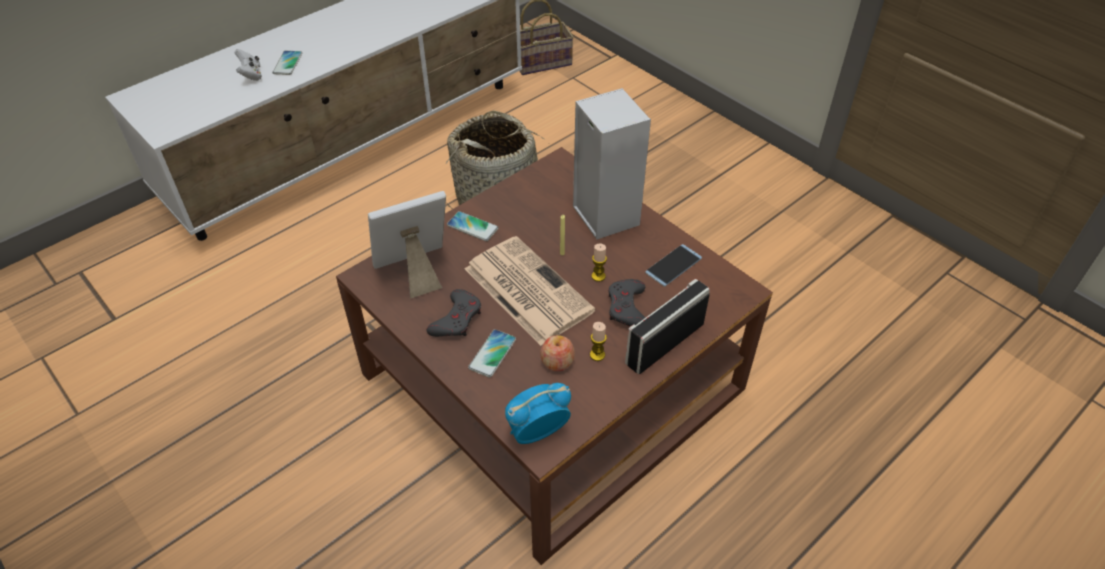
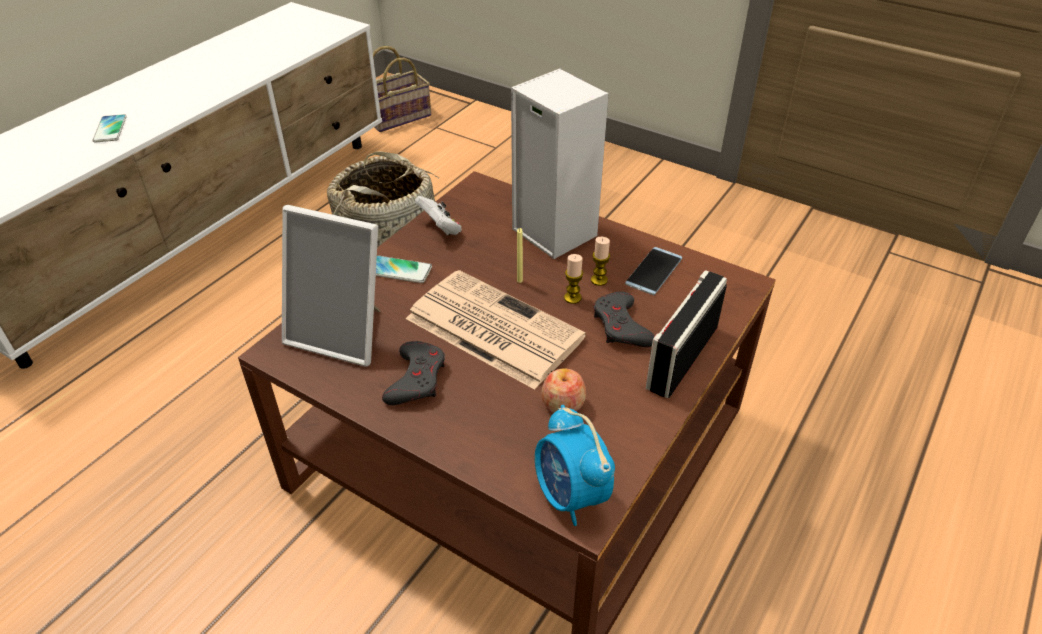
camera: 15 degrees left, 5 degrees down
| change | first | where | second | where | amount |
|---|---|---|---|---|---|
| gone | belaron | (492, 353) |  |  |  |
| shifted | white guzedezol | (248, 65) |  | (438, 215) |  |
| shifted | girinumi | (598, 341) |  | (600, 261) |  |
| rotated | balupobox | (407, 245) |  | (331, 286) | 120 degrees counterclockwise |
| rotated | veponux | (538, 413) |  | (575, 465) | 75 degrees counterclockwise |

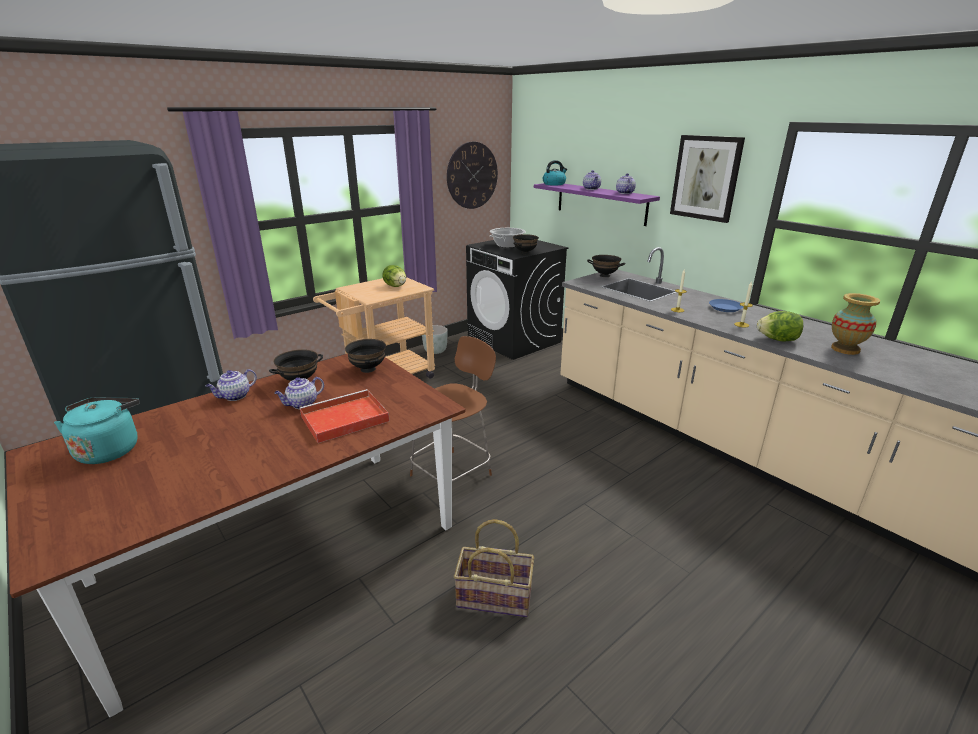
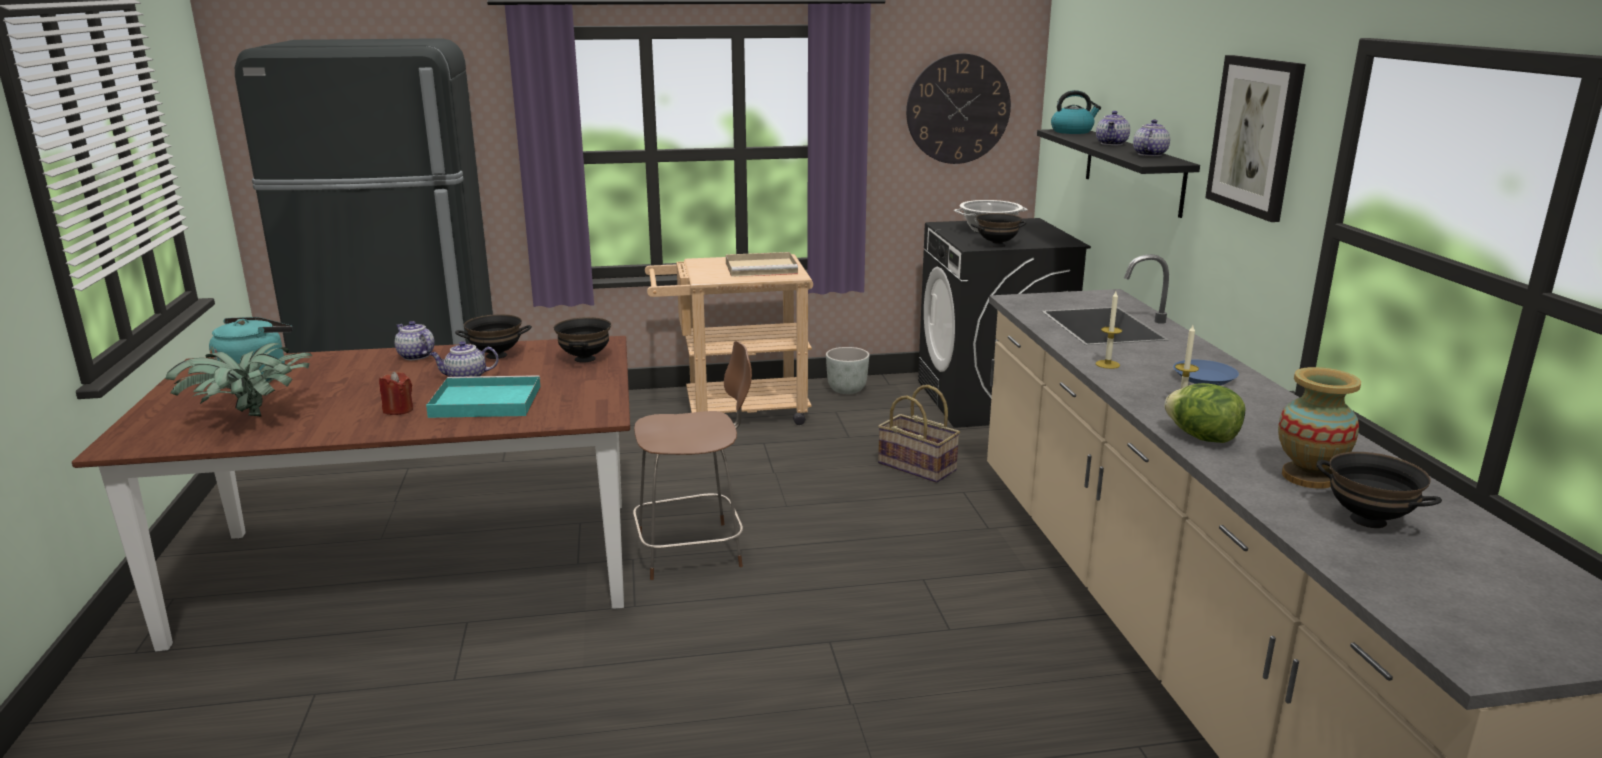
camera: 30 degrees right, 5 degrees down
| change | first | where | second | where | amount |
|---|---|---|---|---|---|
| new |  |  | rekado | (238, 380) |  |
| new |  |  | red girinumi | (396, 393) |  |
| shifted | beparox | (494, 568) |  | (919, 434) |  |
| shifted | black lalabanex | (606, 266) |  | (1379, 490) |  |
| swapped | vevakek | (394, 276) | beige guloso | (762, 264) |  |
| repainted | red guloso | (344, 416) | turquoise guloso | (483, 396) |  |
| repainted | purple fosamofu | (597, 204) | black fosamofu | (1118, 173) |  |
| rotated | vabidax | (231, 385) |  | (415, 340) | 60 degrees clockwise |

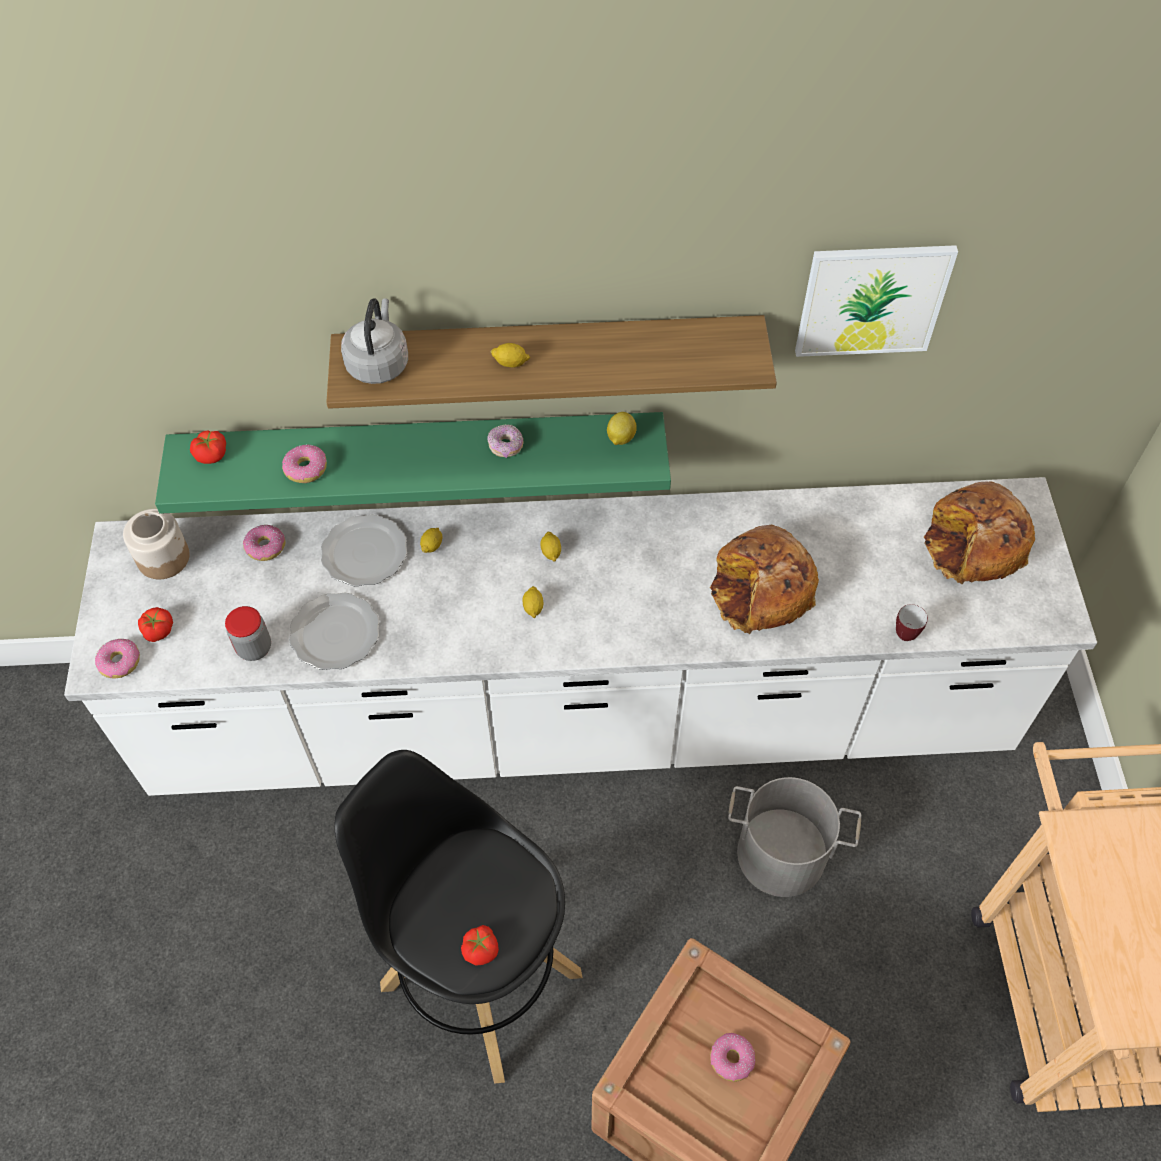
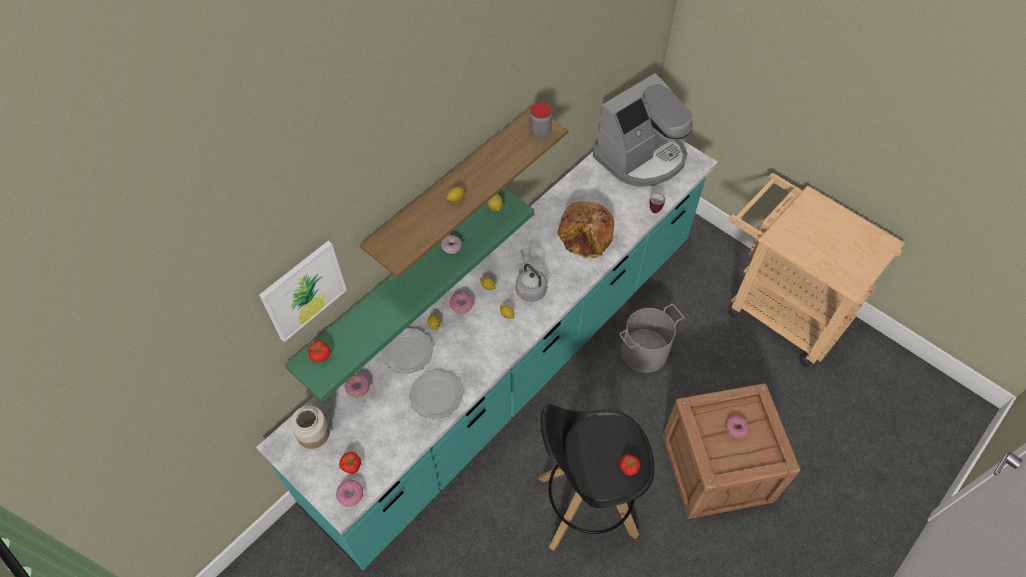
camera: 45 degrees left, 0 degrees up
| change | first | where | second | where | amount |
|---|---|---|---|---|---|
| shifted | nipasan | (248, 633) |  | (540, 120) |  |
| shifted | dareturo | (304, 464) |  | (461, 303) |  |
| shifted | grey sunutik | (374, 341) |  | (531, 282) |  |
| shifted | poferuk | (876, 301) |  | (303, 291) |  |
| swapped | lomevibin | (979, 532) | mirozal | (643, 130) |  |
| repainted | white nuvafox | (580, 636) | turquoise nuvafox | (487, 354) |  |

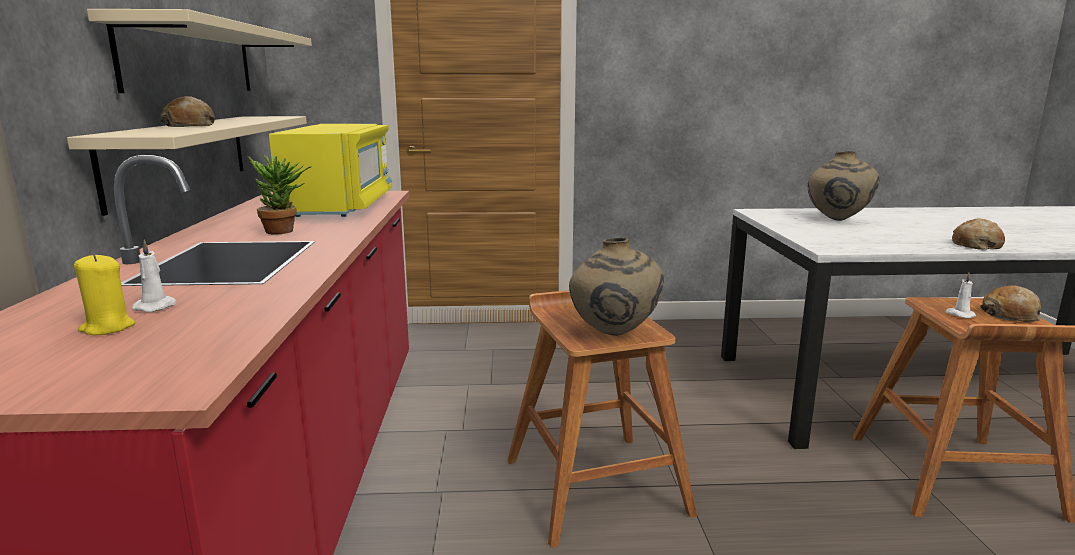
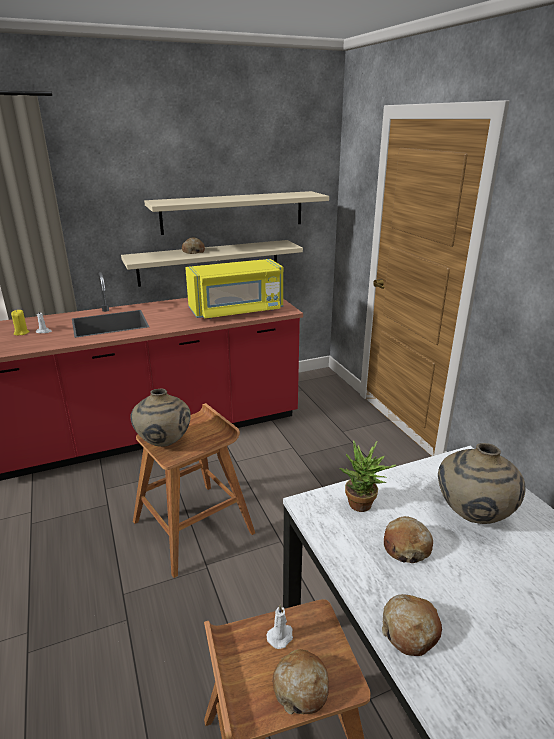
camera: 70 degrees right, 10 degrees up
| change | first | where | second | where | amount |
|---|---|---|---|---|---|
| new |  |  | lomevibin | (408, 539) |  |
| shifted | rekado | (280, 195) |  | (368, 476) |  |

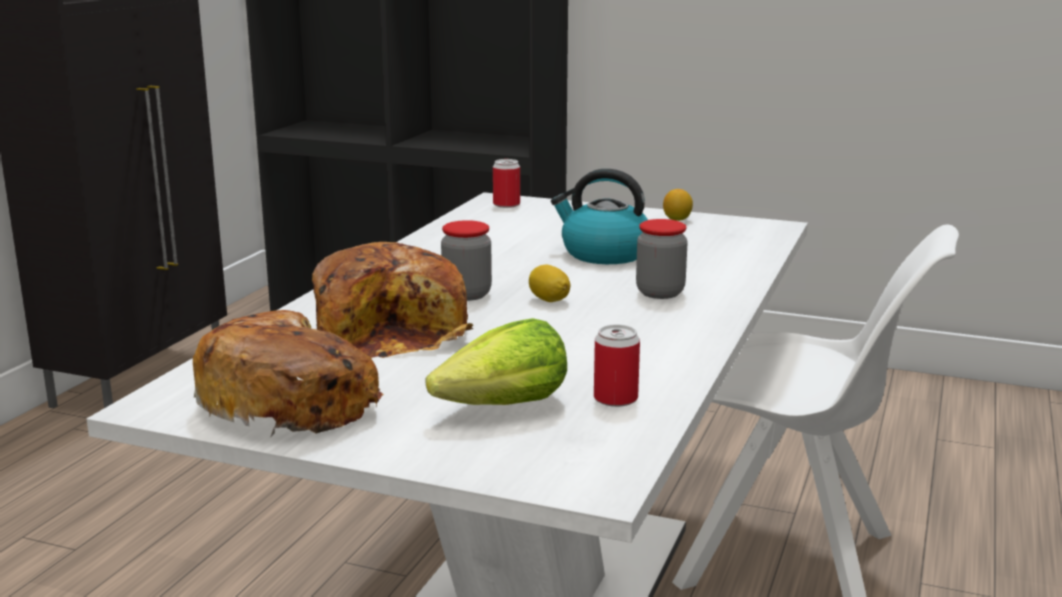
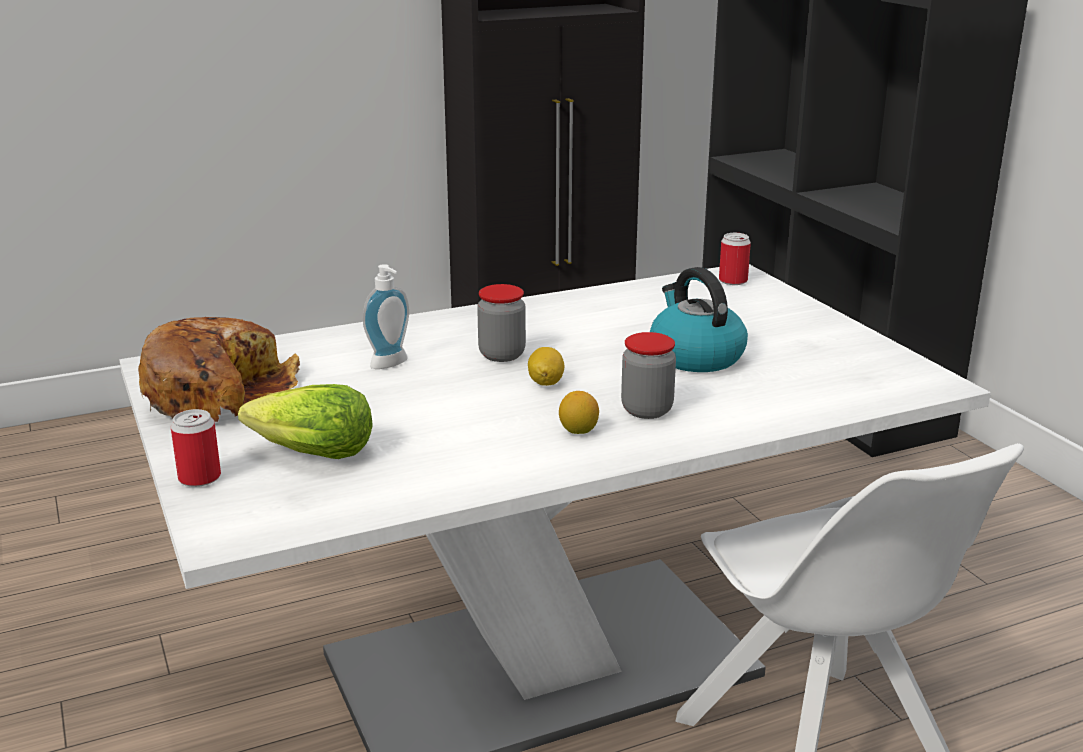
camera: 45 degrees right, 5 degrees up
| change | first | where | second | where | amount |
|---|---|---|---|---|---|
| shifted | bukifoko | (617, 366) |  | (196, 448) |  |
| shifted | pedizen | (678, 205) |  | (579, 412) |  |
| swapped | lomevibin | (392, 300) | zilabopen | (386, 316) |  |

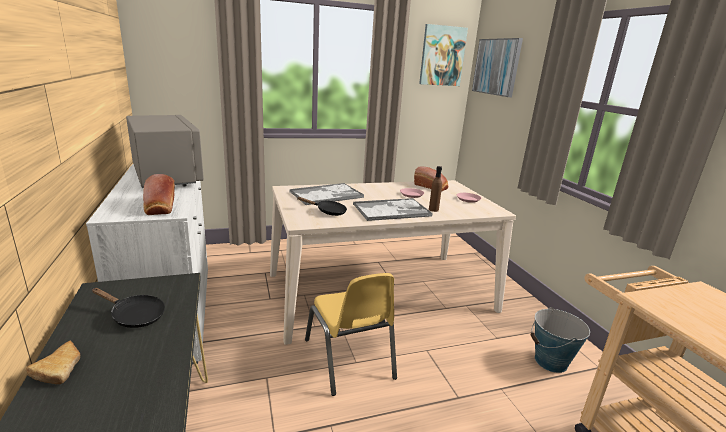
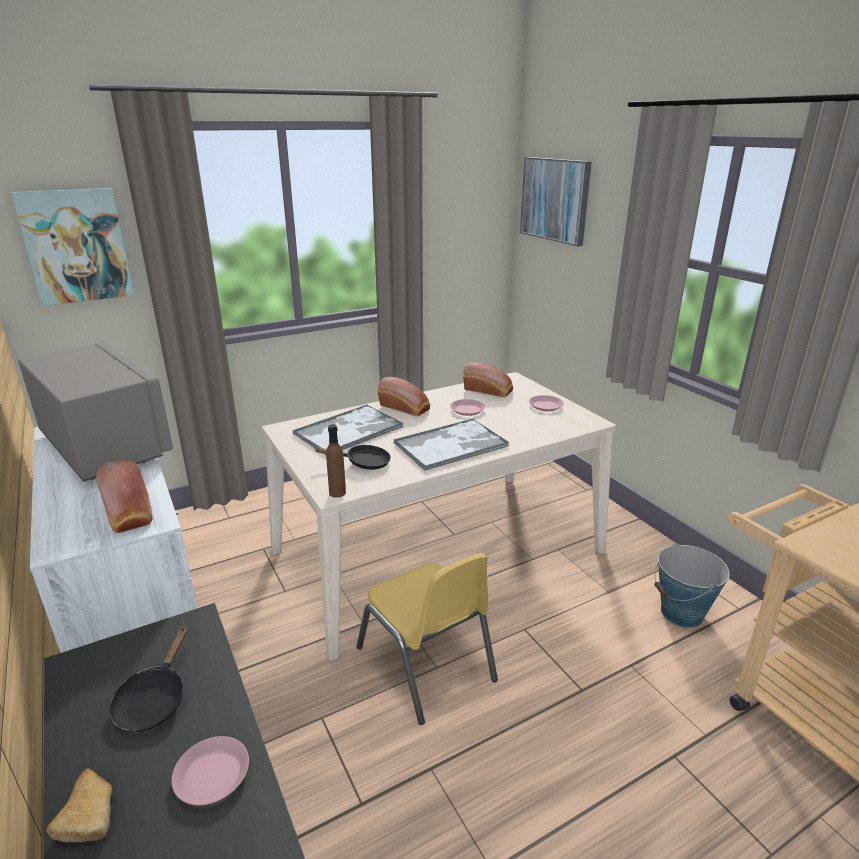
camera: 10 degrees left, 5 degrees up
| change | first | where | second | where | amount |
|---|---|---|---|---|---|
| new |  |  | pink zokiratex | (210, 770) |  |
| new |  |  | lomevibin | (404, 396) |  |
| shifted | poferuk | (443, 55) |  | (73, 247) |  |
| shifted | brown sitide | (435, 189) |  | (336, 461) |  |
| rotated | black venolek | (128, 308) |  | (148, 678) | 90 degrees clockwise |

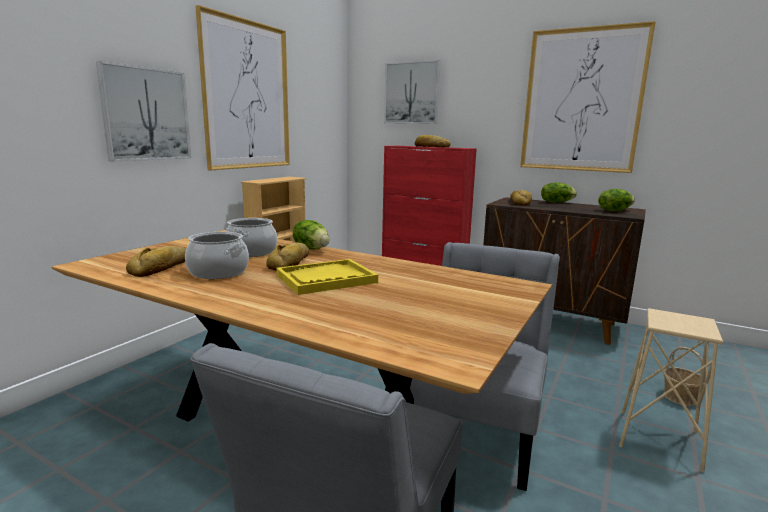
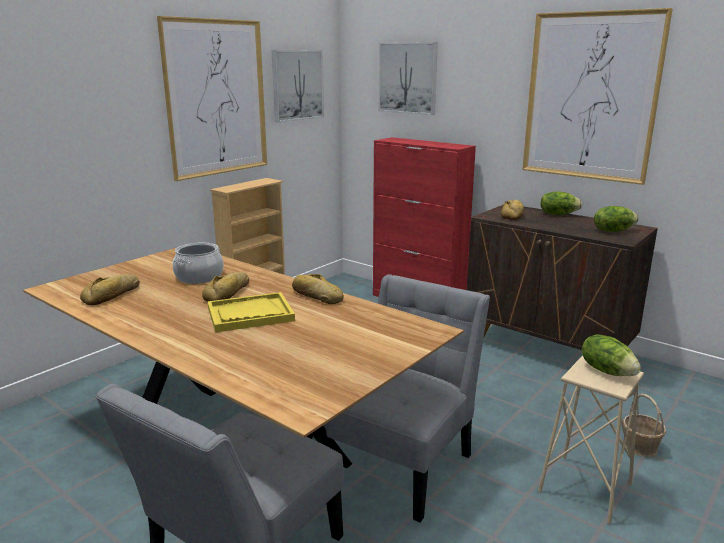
camera: 10 degrees right, 5 degrees up
| change | first | where | second | where | amount |
|---|---|---|---|---|---|
| gone | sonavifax | (217, 255) |  |  |  |
| shifted | poferuk | (143, 111) |  | (298, 86) |  |
| shifted | vevakek | (311, 235) |  | (611, 355) |  |
| shifted | lomevibin | (432, 141) |  | (318, 289) |  |

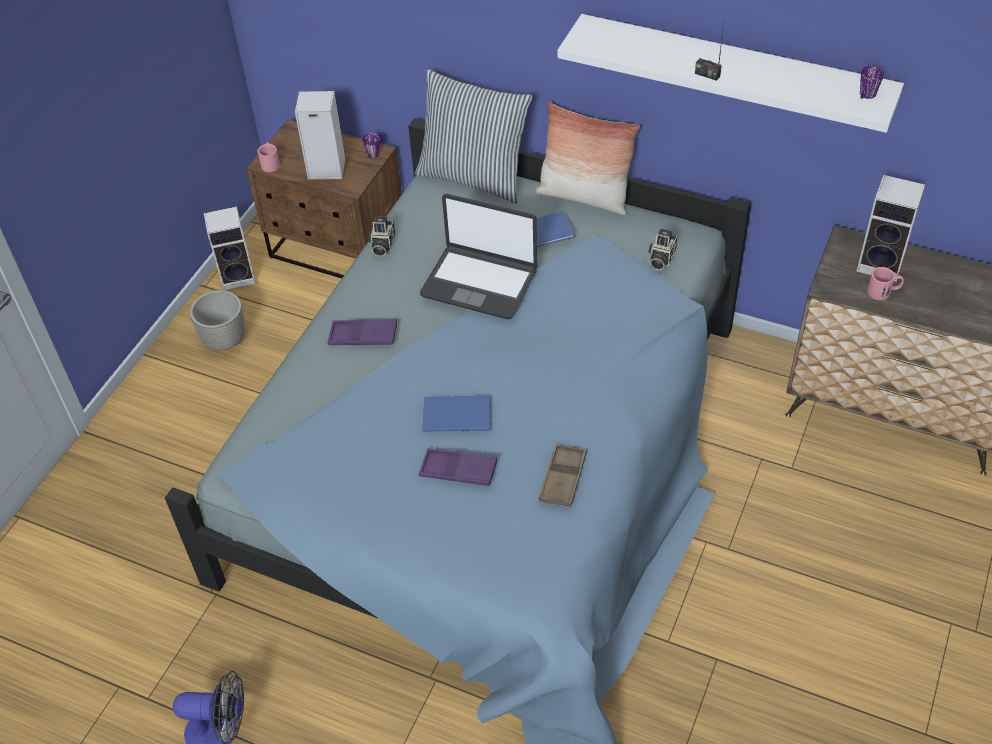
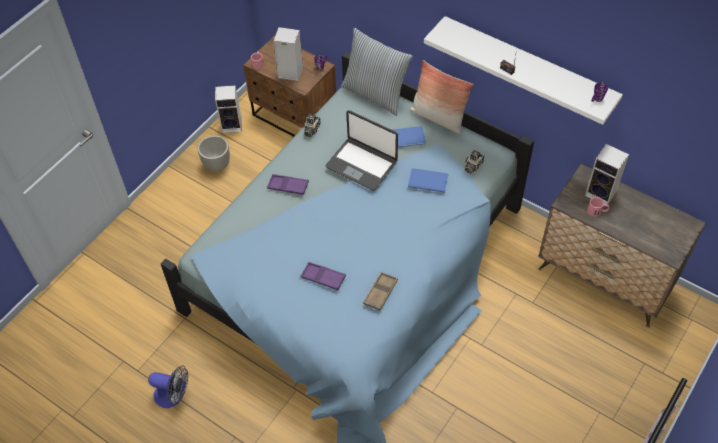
camera: 10 degrees right, 5 degrees up
| change | first | where | second | where | amount |
|---|---|---|---|---|---|
| shifted | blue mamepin | (456, 414) |  | (428, 180) |  |

